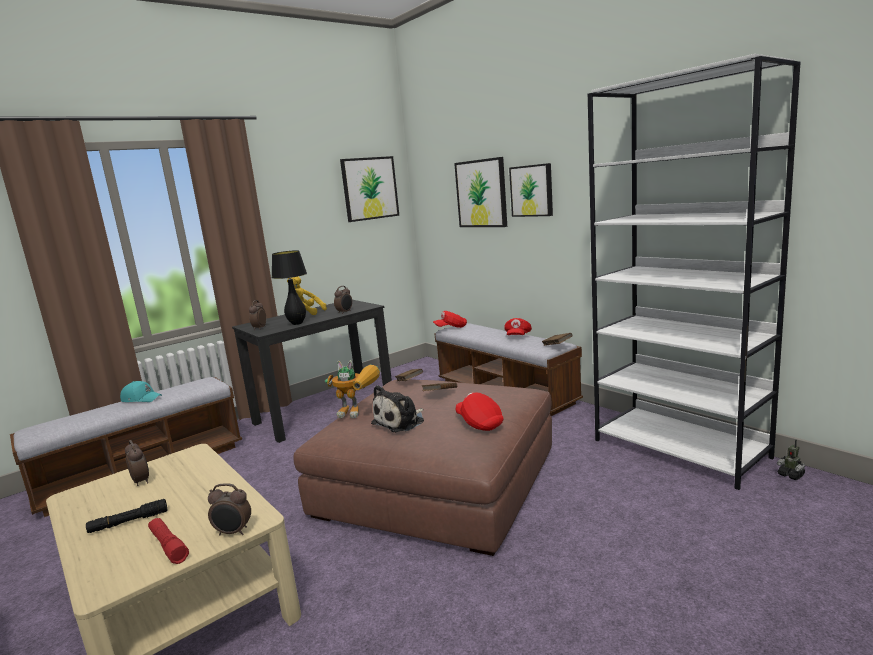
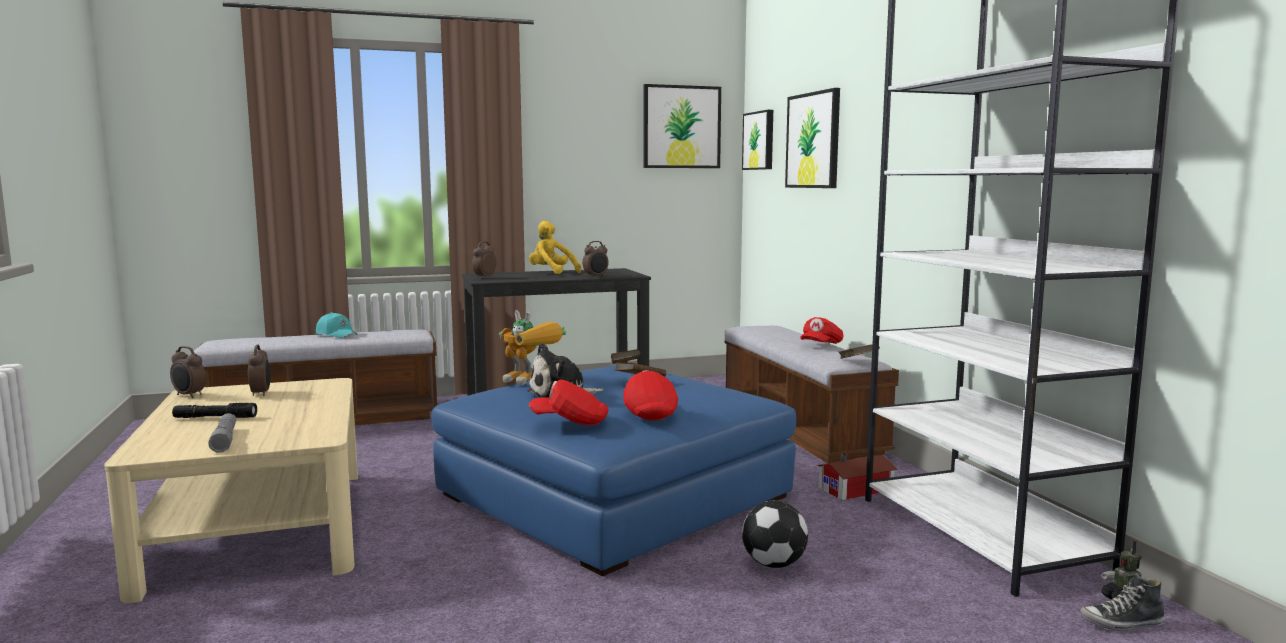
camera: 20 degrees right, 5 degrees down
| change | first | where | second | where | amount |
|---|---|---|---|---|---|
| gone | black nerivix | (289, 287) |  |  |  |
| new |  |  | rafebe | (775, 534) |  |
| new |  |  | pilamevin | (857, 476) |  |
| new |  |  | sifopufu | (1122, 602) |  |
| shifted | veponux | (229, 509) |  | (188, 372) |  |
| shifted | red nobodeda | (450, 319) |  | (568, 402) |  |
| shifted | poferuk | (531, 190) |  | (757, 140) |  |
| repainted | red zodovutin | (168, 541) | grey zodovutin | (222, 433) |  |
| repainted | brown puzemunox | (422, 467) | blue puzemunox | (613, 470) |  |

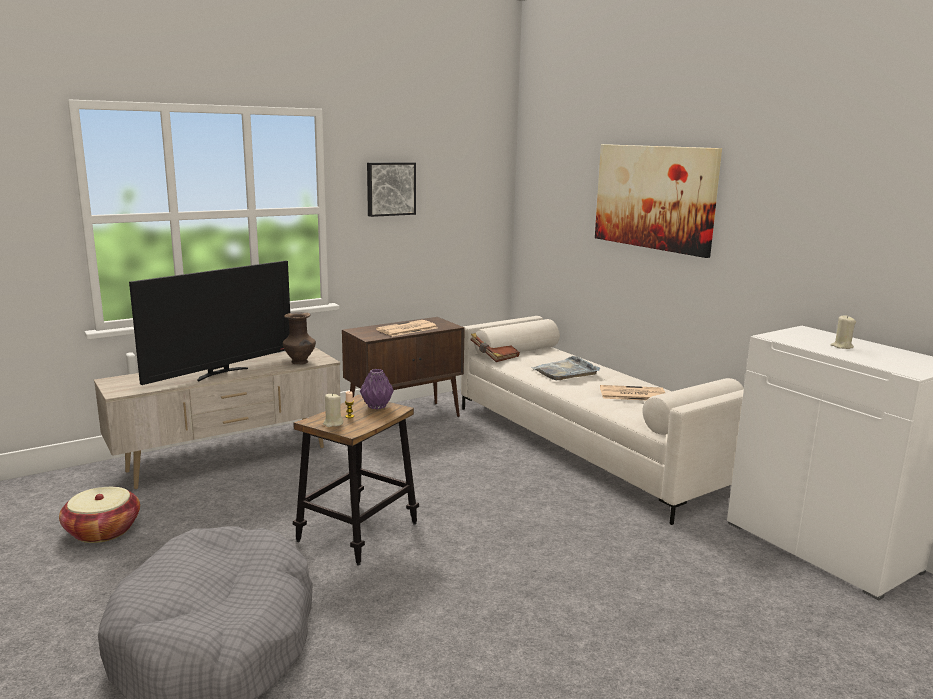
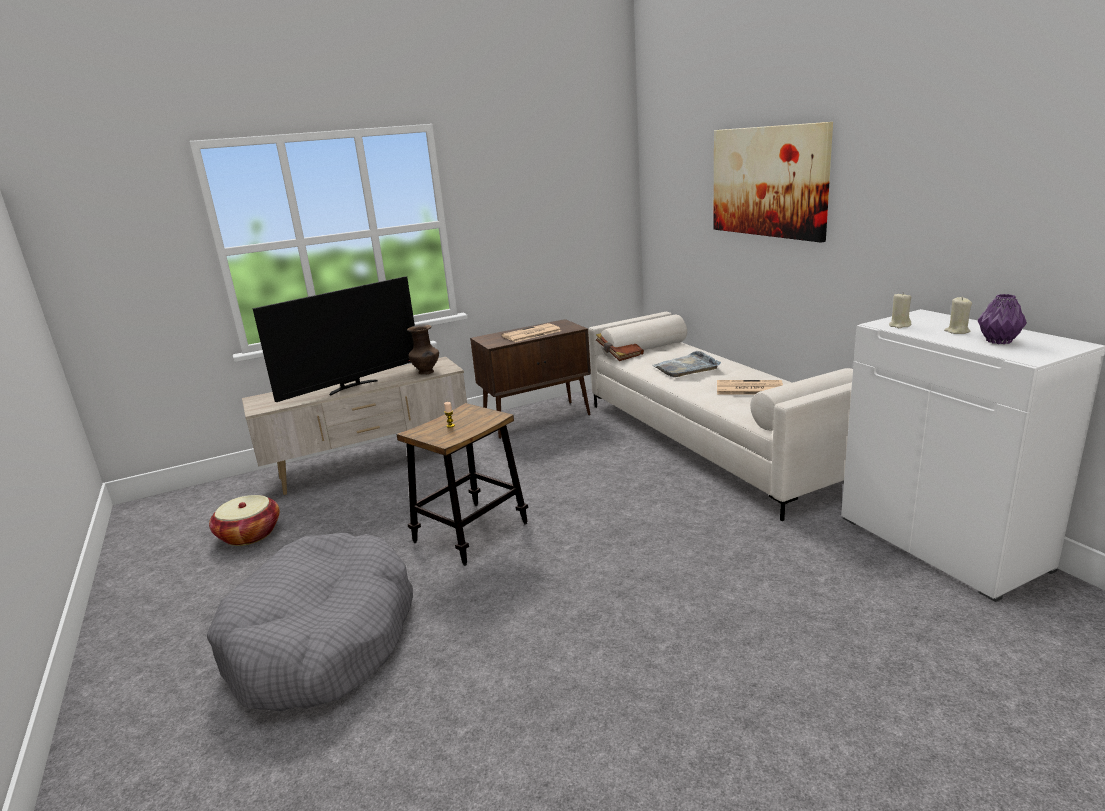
camera: 10 degrees right, 5 degrees up
| change | first | where | second | where | amount |
|---|---|---|---|---|---|
| gone | poferuk | (391, 189) |  |  |  |
| shifted | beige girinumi | (333, 410) |  | (900, 310) |  |
| shifted | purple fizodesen | (377, 389) |  | (1002, 319) |  |

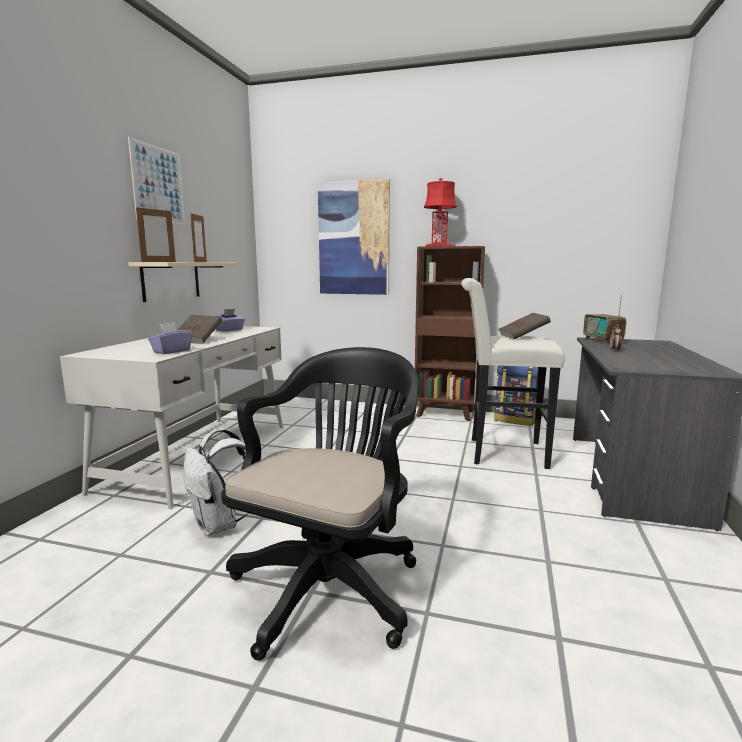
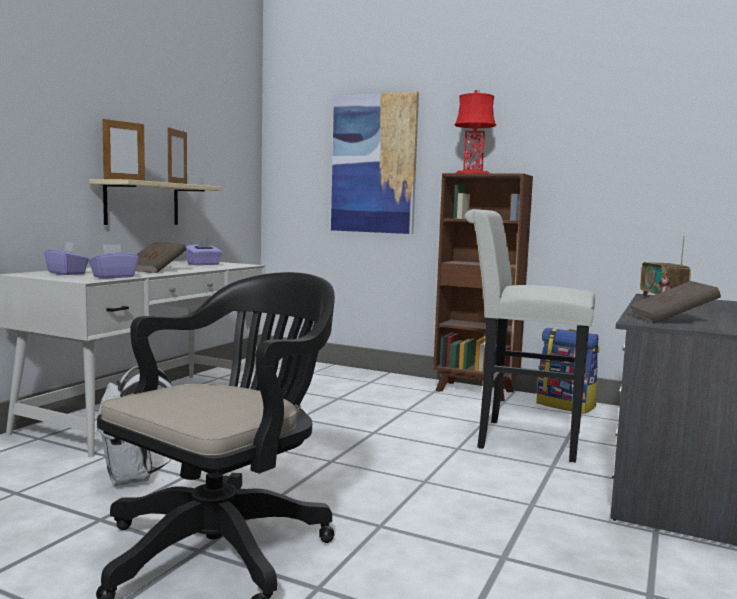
camera: 10 degrees right, 5 degrees down
| change | first | where | second | where | amount |
|---|---|---|---|---|---|
| gone | poferuk | (156, 181) |  |  |  |
| new |  |  | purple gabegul | (66, 258) |  |
| shifted | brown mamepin | (524, 326) |  | (675, 302) |  |

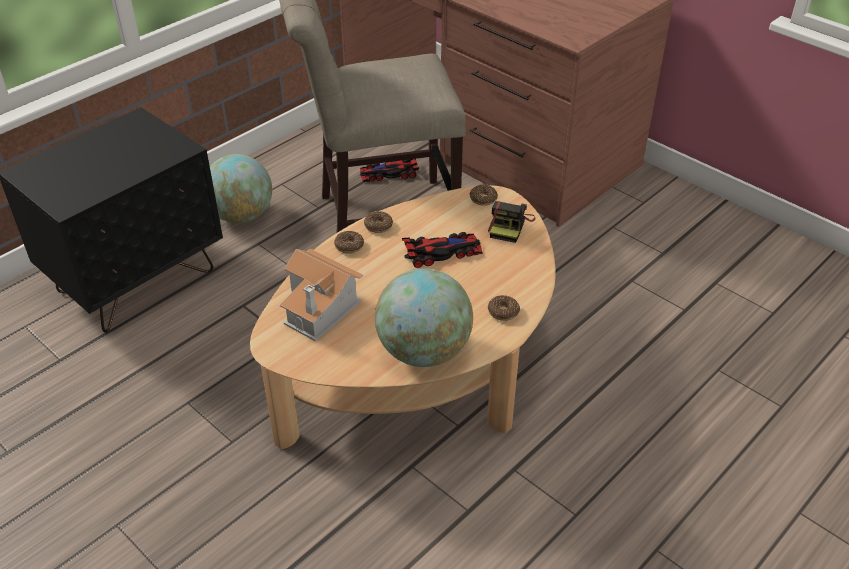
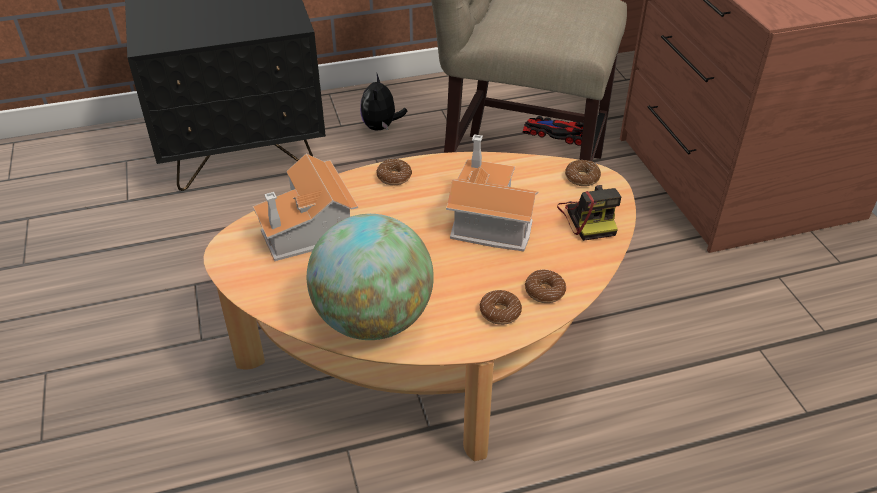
camera: 30 degrees right, 0 degrees up
| change | first | where | second | where | amount |
|---|---|---|---|---|---|
| shifted | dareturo | (378, 222) |  | (545, 286) |  |
| swapped | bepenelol | (241, 188) | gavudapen | (383, 102) |  |
| swapped | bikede | (442, 250) | pilamevin | (492, 193) |  |
| rotated | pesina | (512, 222) |  | (589, 213) | 60 degrees counterclockwise |

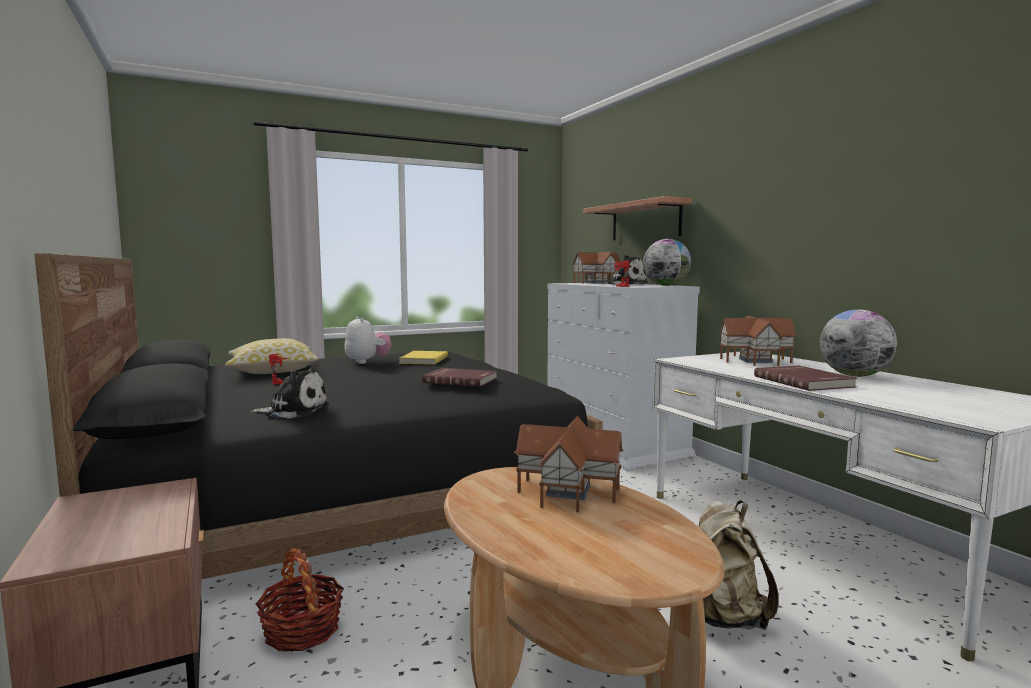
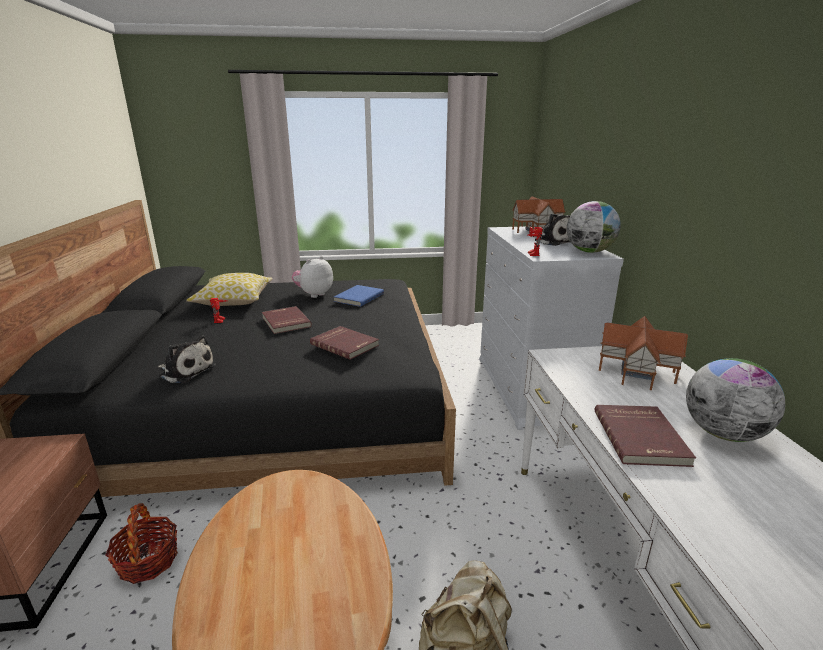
camera: 20 degrees right, 15 degrees up
| change | first | where | second | where | amount |
|---|---|---|---|---|---|
| gone | pilamevin | (568, 464) |  |  |  |
| gone | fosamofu | (637, 218) |  |  |  |
| new |  |  | red mamepin | (287, 320) |  |
| repainted | yellow mamepin | (423, 358) | blue mamepin | (359, 296) |  |
| rotated | gavudapen | (368, 340) |  | (312, 277) | 135 degrees counterclockwise |

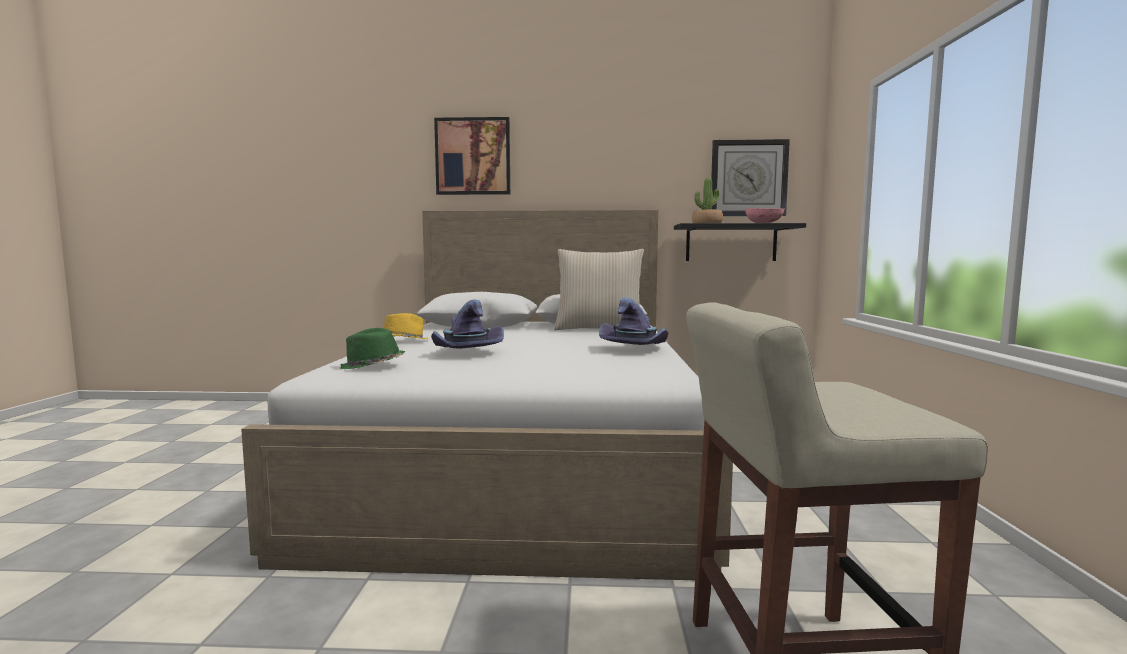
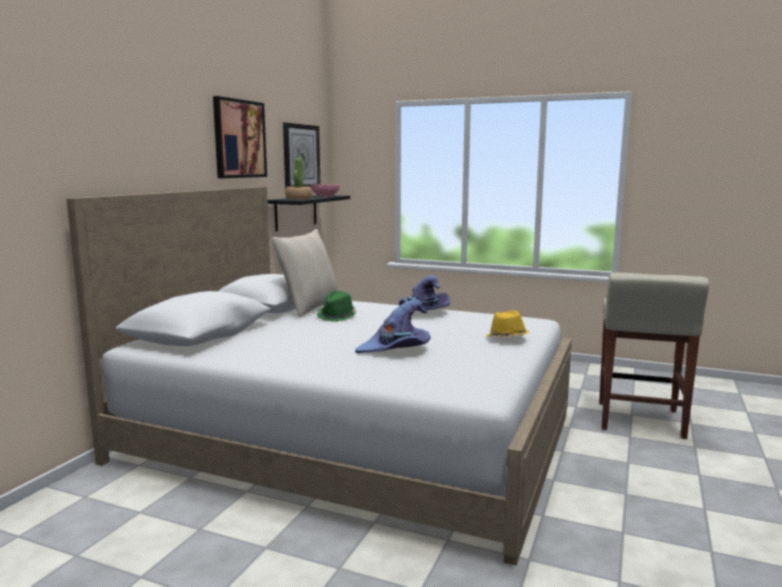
camera: 70 degrees left, 5 degrees up
| change | first | where | second | where | amount |
|---|---|---|---|---|---|
| shifted | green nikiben | (372, 348) |  | (337, 306) |  |
| shifted | yellow nikiben | (405, 326) |  | (507, 323) |  |
| shifted | poferuk | (472, 156) |  | (240, 137) |  |

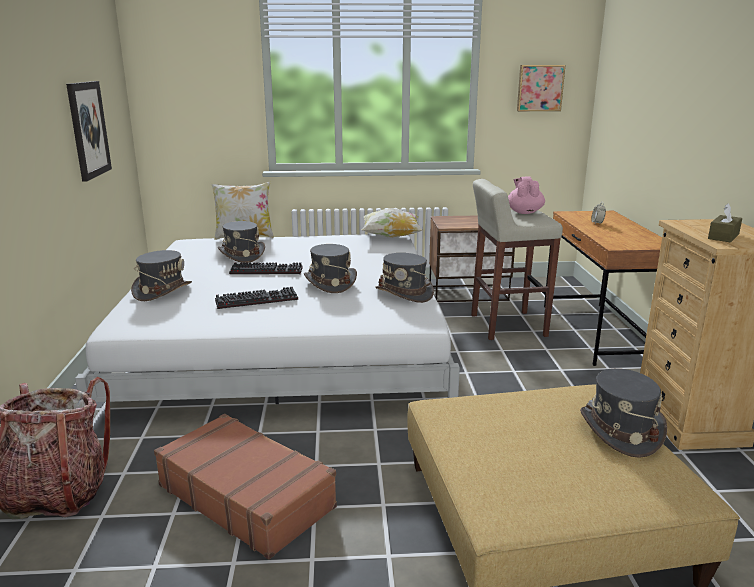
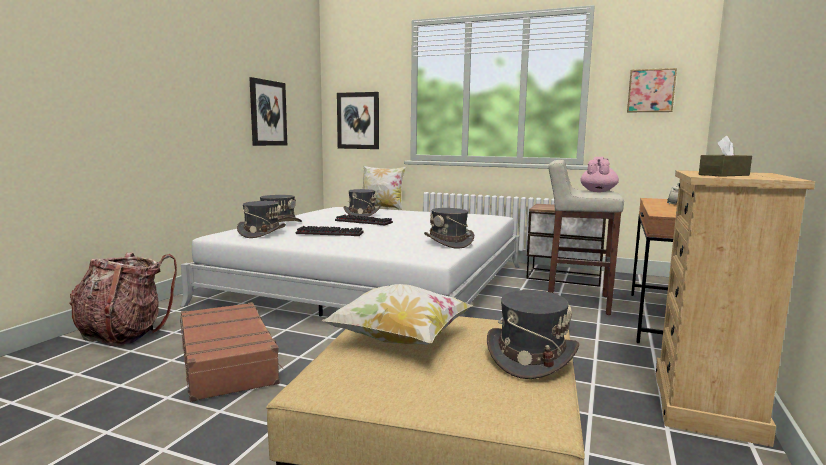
camera: 25 degrees right, 10 degrees down
| change | first | where | second | where | amount |
|---|---|---|---|---|---|
| new |  |  | poferuk | (358, 120) |  |
| shifted | grey nikiben | (330, 268) |  | (261, 219) |  |
| shifted | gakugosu | (391, 223) |  | (397, 314) |  |

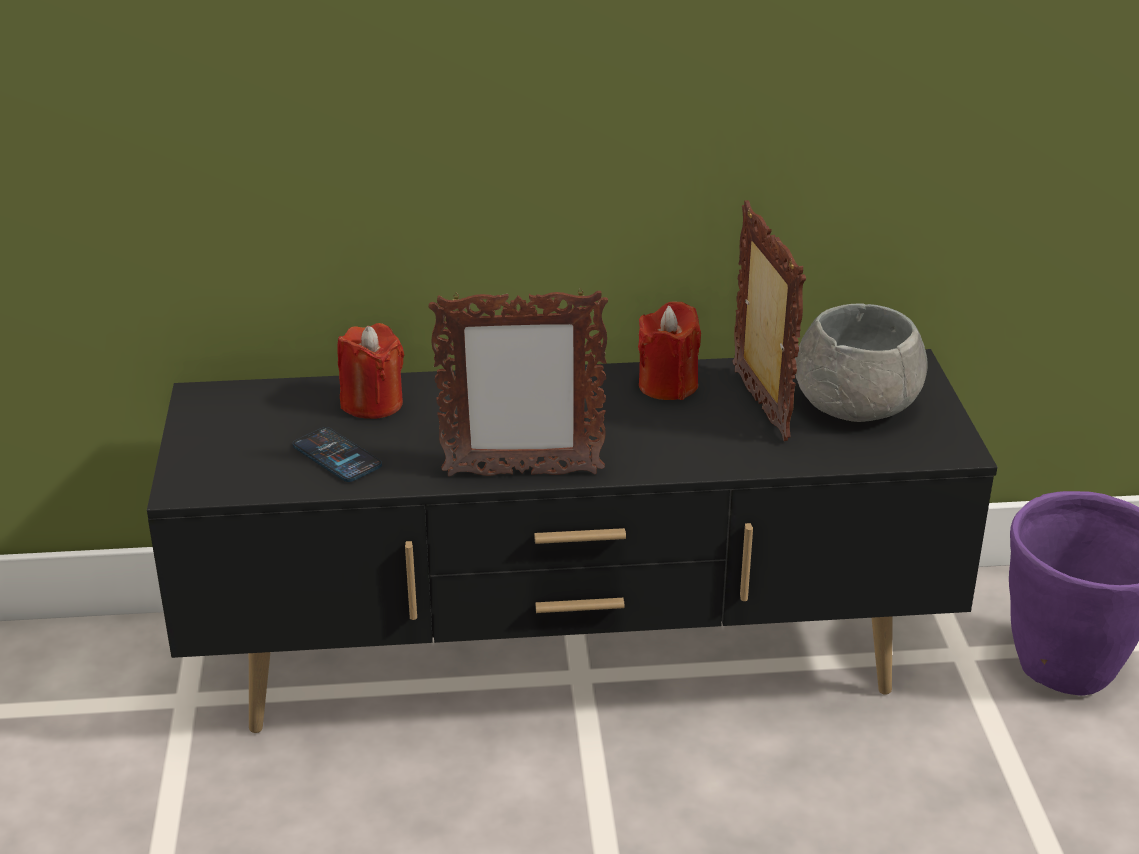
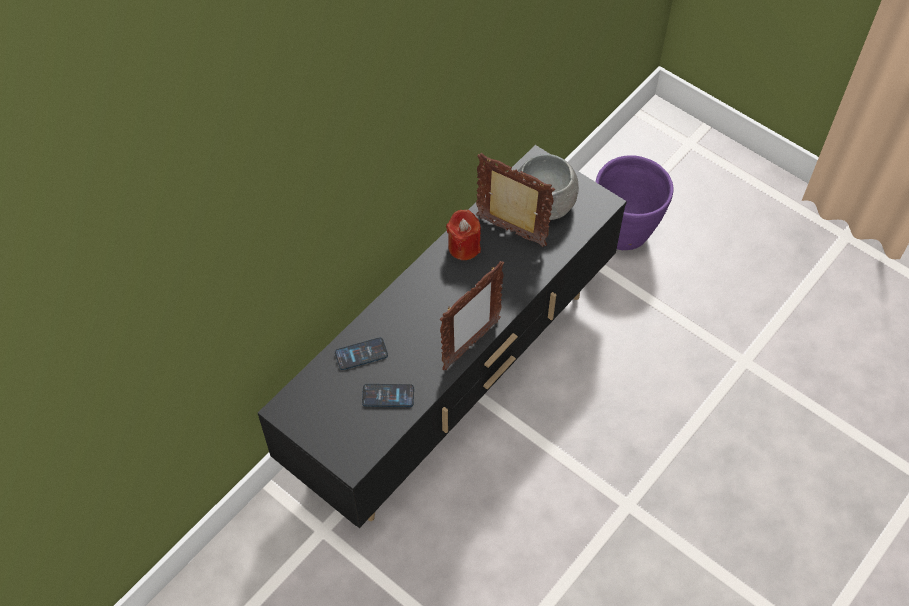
camera: 45 degrees left, 25 degrees up
| change | first | where | second | where | amount |
|---|---|---|---|---|---|
| swapped | red girinumi | (370, 371) | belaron | (361, 353) |  |

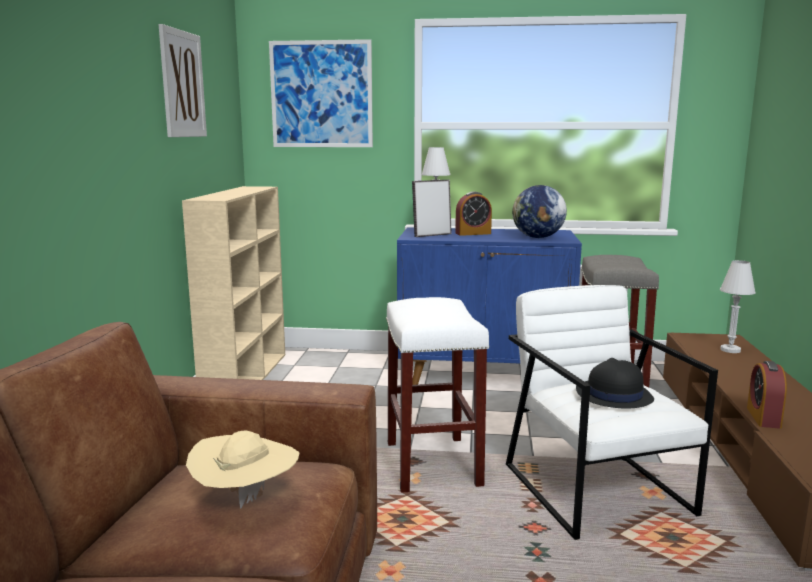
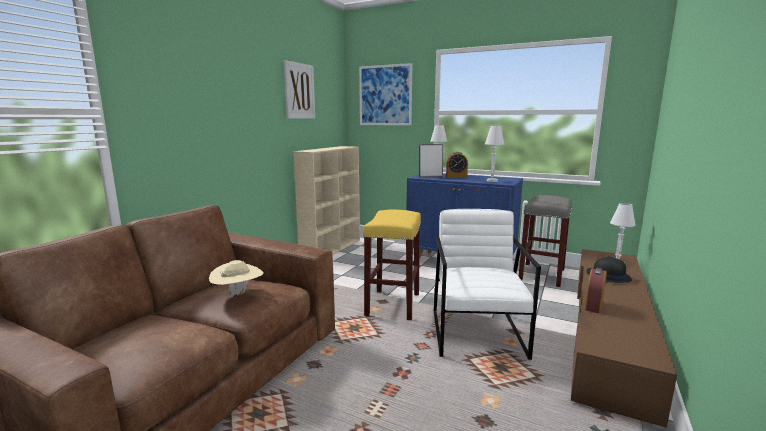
camera: 20 degrees right, 0 degrees up
| change | first | where | second | where | amount |
|---|---|---|---|---|---|
| shifted | black nikiben | (615, 383) |  | (609, 269) |  |
| swapped | bepenelol | (539, 211) | white nerivix | (495, 154) |  |
| repainted | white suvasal | (438, 395) | yellow suvasal | (392, 265) |  |

